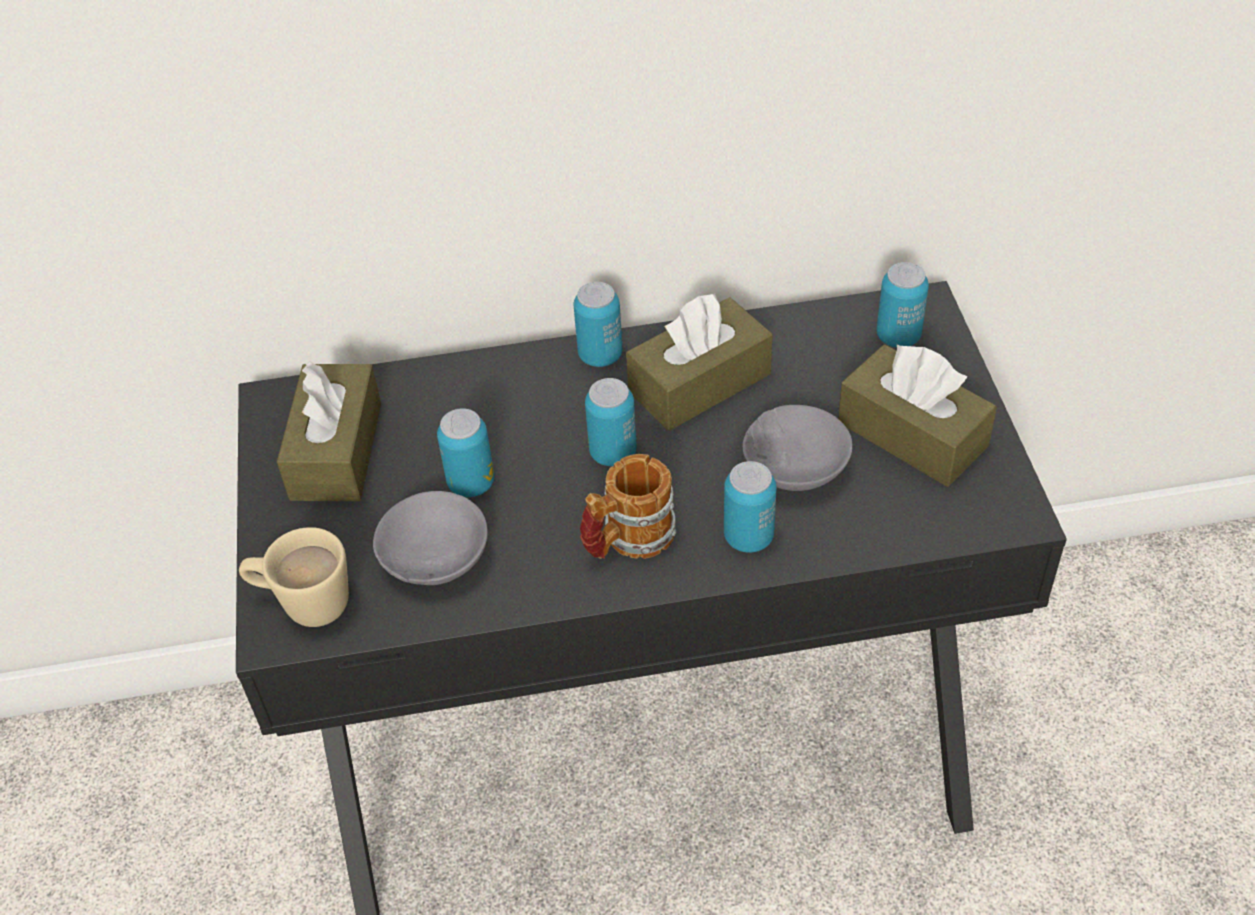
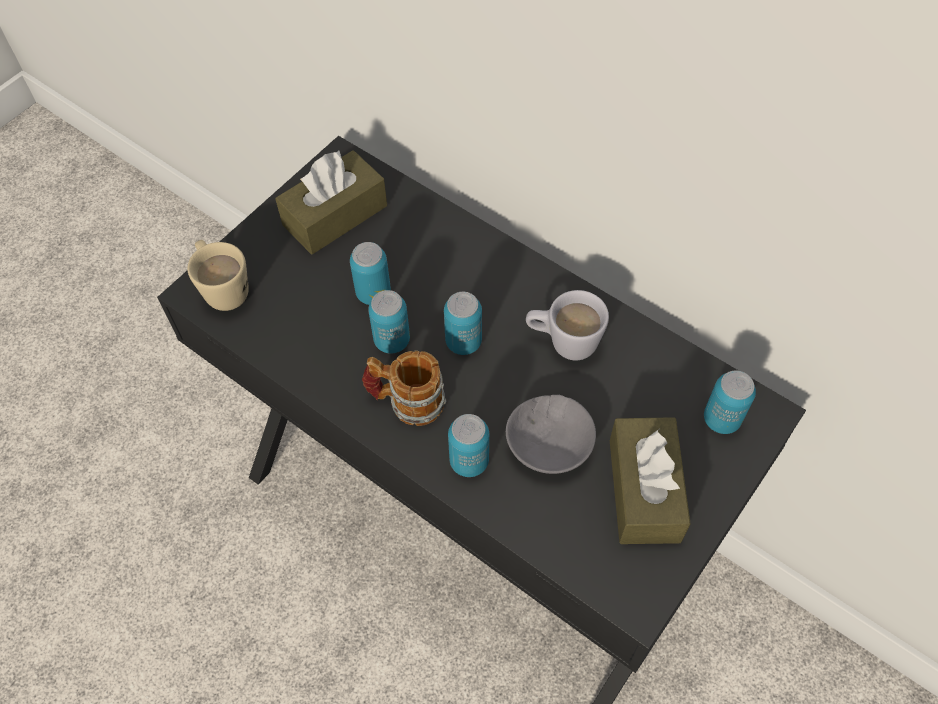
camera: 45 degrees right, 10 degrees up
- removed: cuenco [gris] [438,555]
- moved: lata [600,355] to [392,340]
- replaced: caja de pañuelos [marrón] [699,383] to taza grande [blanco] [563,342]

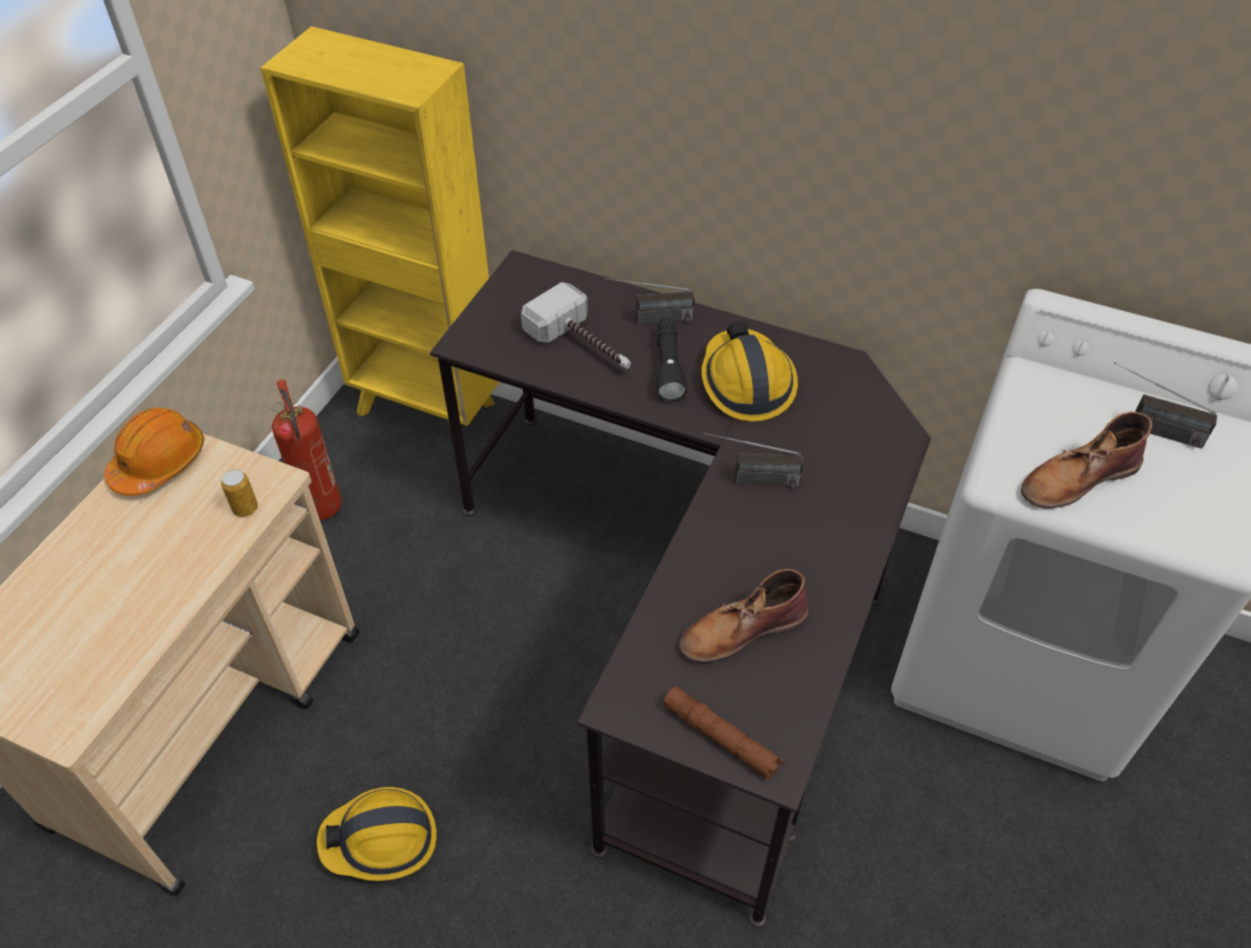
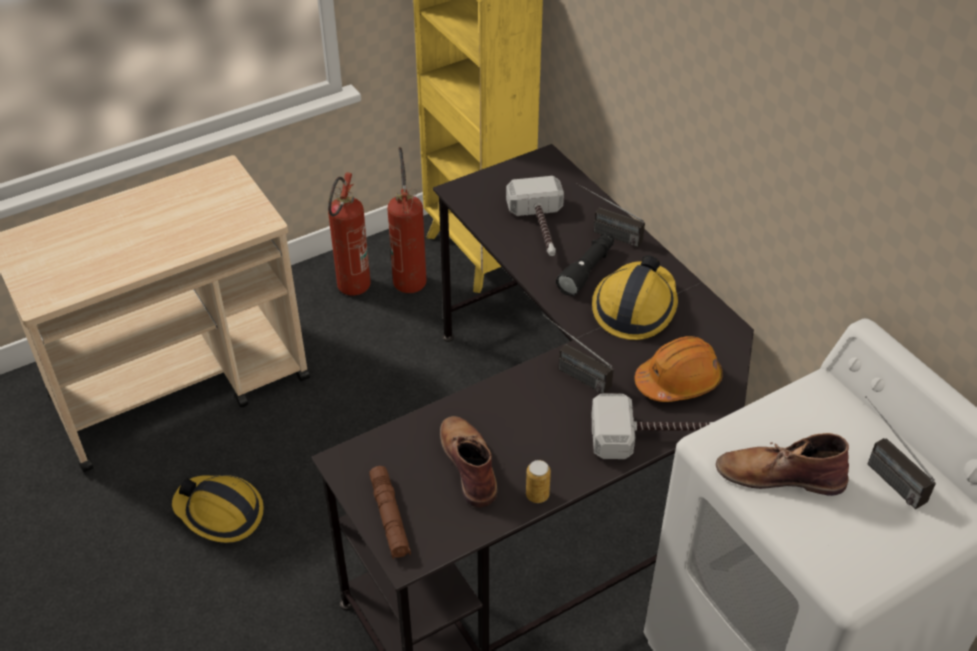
camera: 35 degrees right, 5 degrees down
- moved: casco [naranja] [159,463] to [678,381]
- moved: lata [245,508] to [537,495]
- turned: bota [marrón] [741,630] = [468,462] 60 degrees clockwise
- added: extintor [409,277]
- added: martillo [655,436]

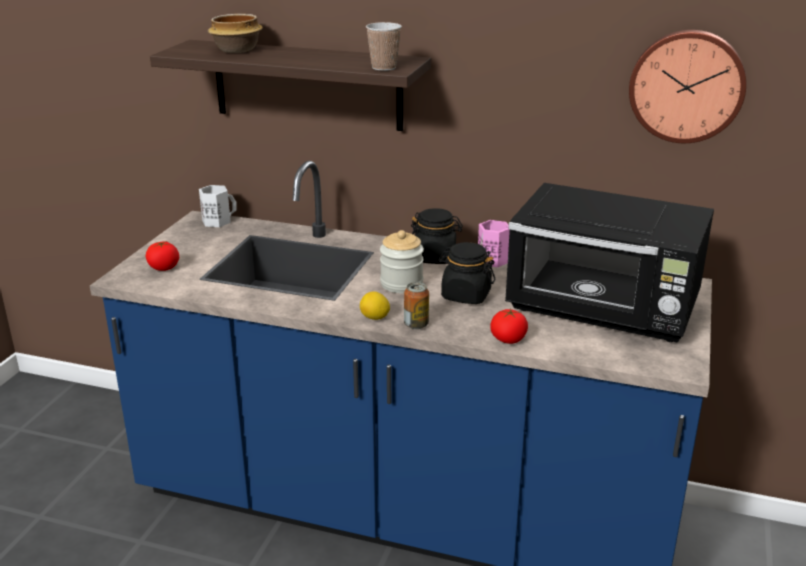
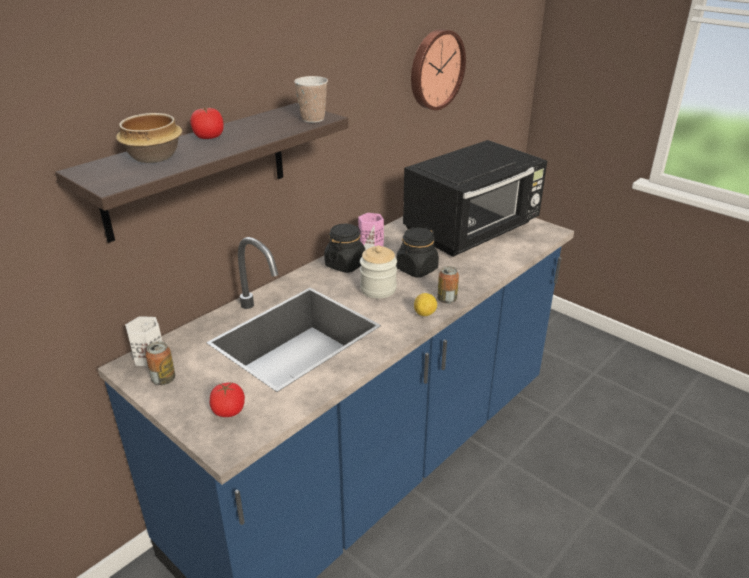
camera: 65 degrees left, 5 degrees up
- moved: tomate [508,339] to [209,137]
- added: lata [164,379]

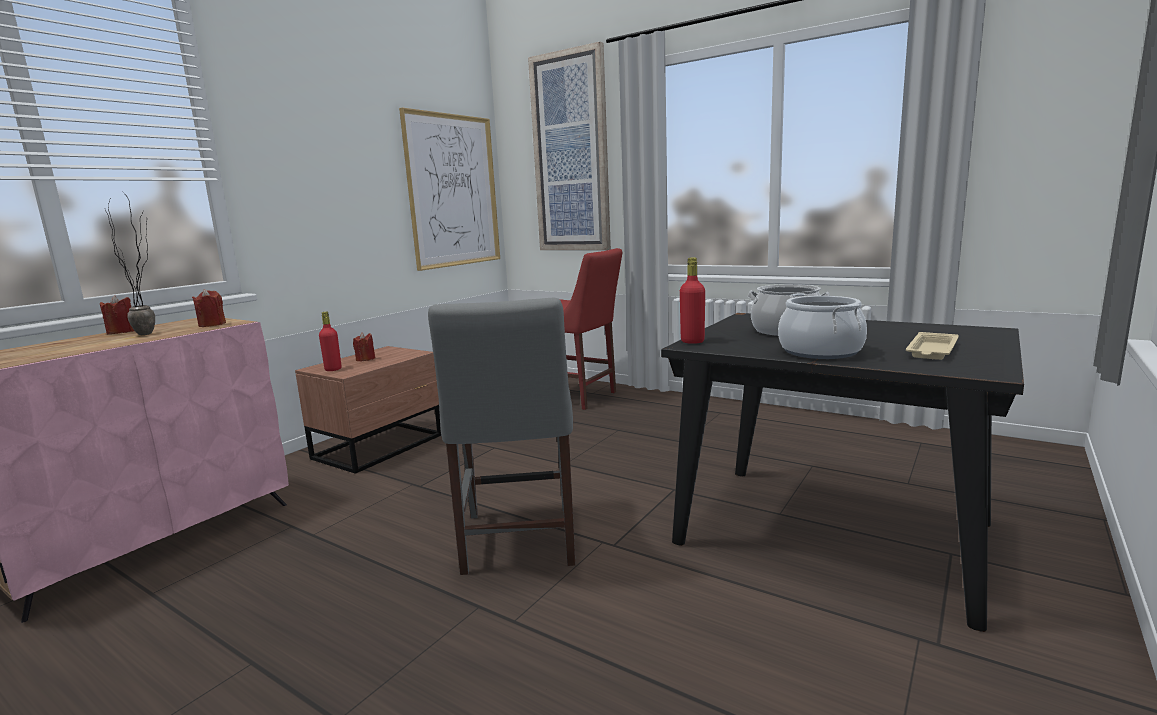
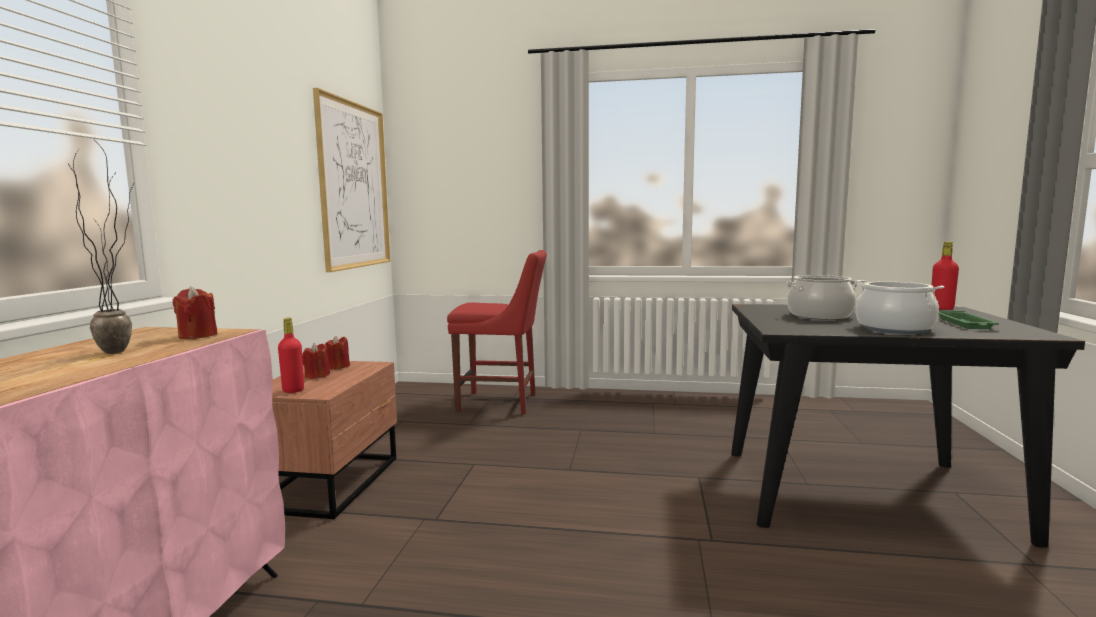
camera: 25 degrees left, 5 degrees down
- moved: vela [rojo] [122,332] to [338,367]
- removed: silla [gris] [517,542]
- removed: cuadro [571,153]
- moved: botella [rojo] [692,341] to [941,308]
- recoloured: bandeja [beis] [931,351] to bandeja [verde] [964,324]

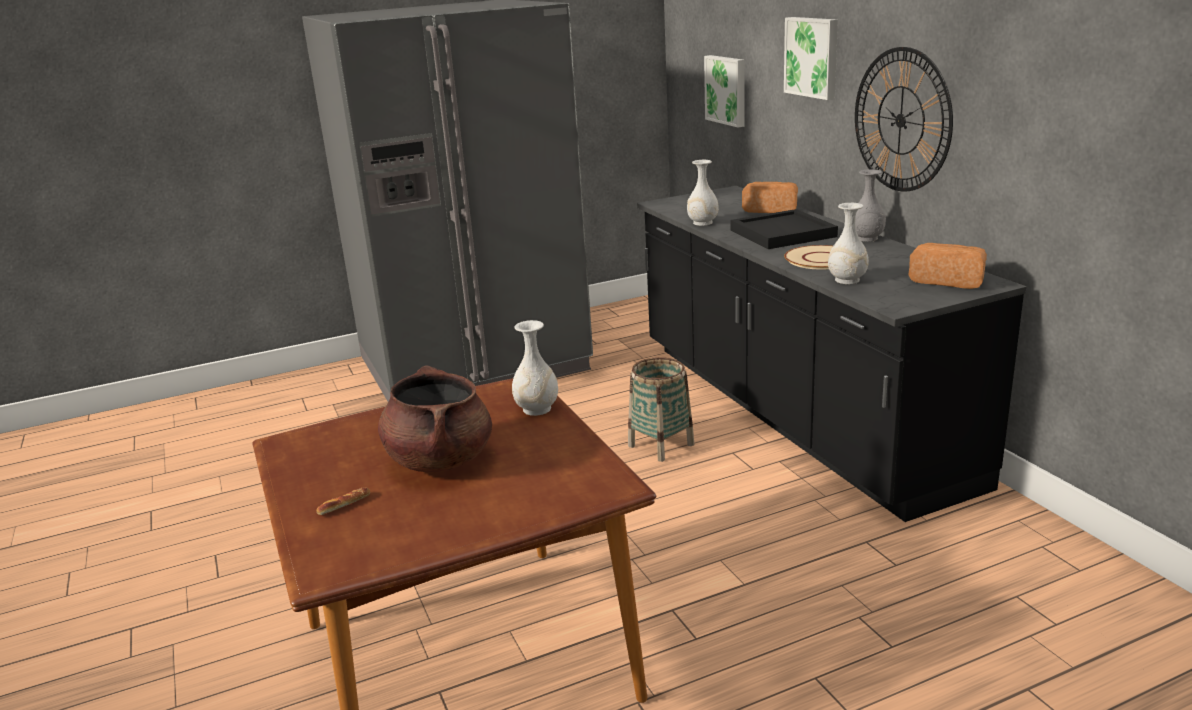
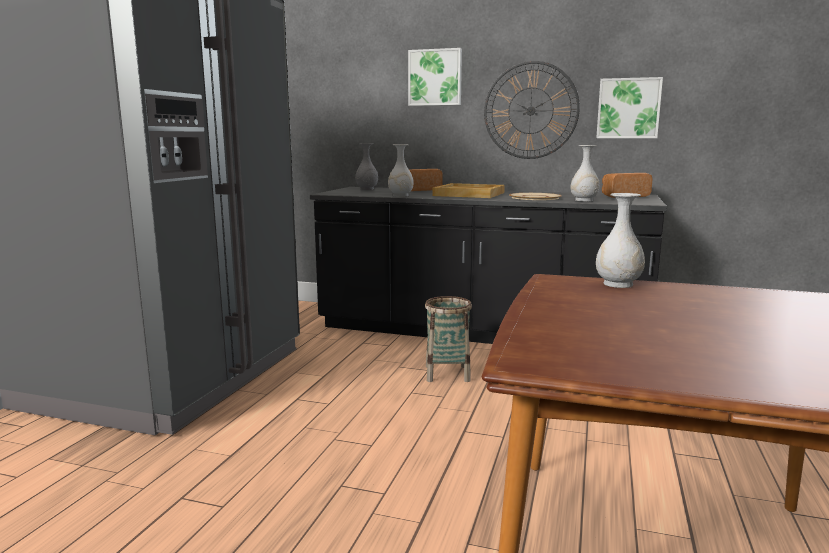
camera: 50 degrees left, 10 degrees down
- removed: pan [344,505]
- removed: olla [marrón] [440,460]
- moved: cuadro [727,90] to [628,108]
- recoloured: bandeja [negro] [783,233] to bandeja [beis] [470,194]
- moved: florero [gris] [866,238] to [367,189]

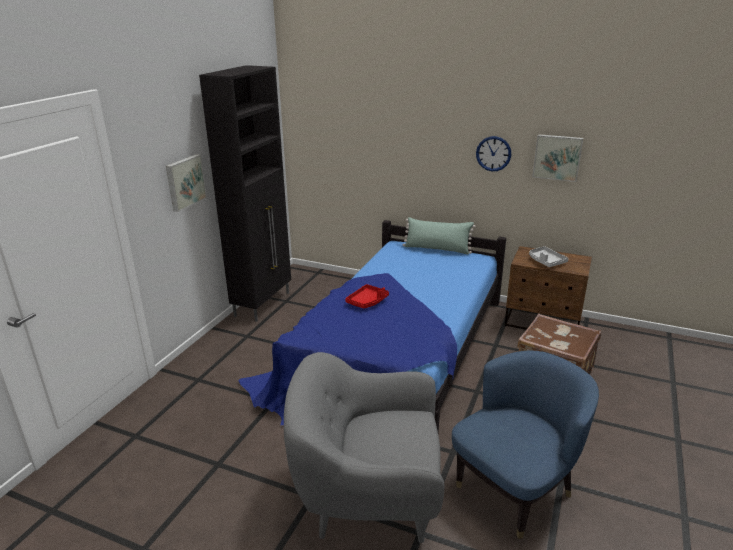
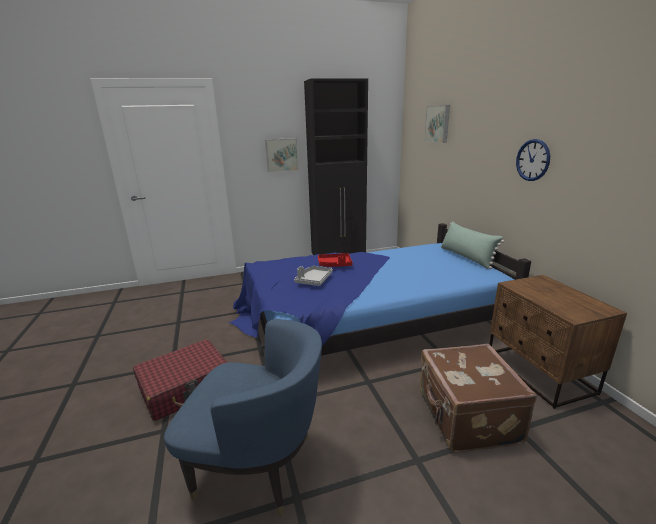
camera: 50 degrees right, 5 degrees down
- replaced: sillón [gris] [368,498] to maleta [rojo] [186,387]
- moved: bandeja [gris] [546,261] to [314,280]
- moved: cuadro [557,157] to [438,124]

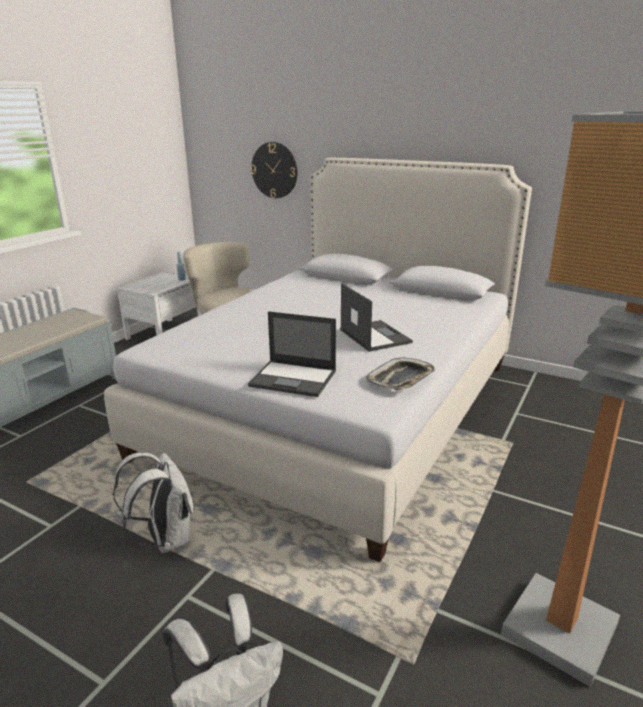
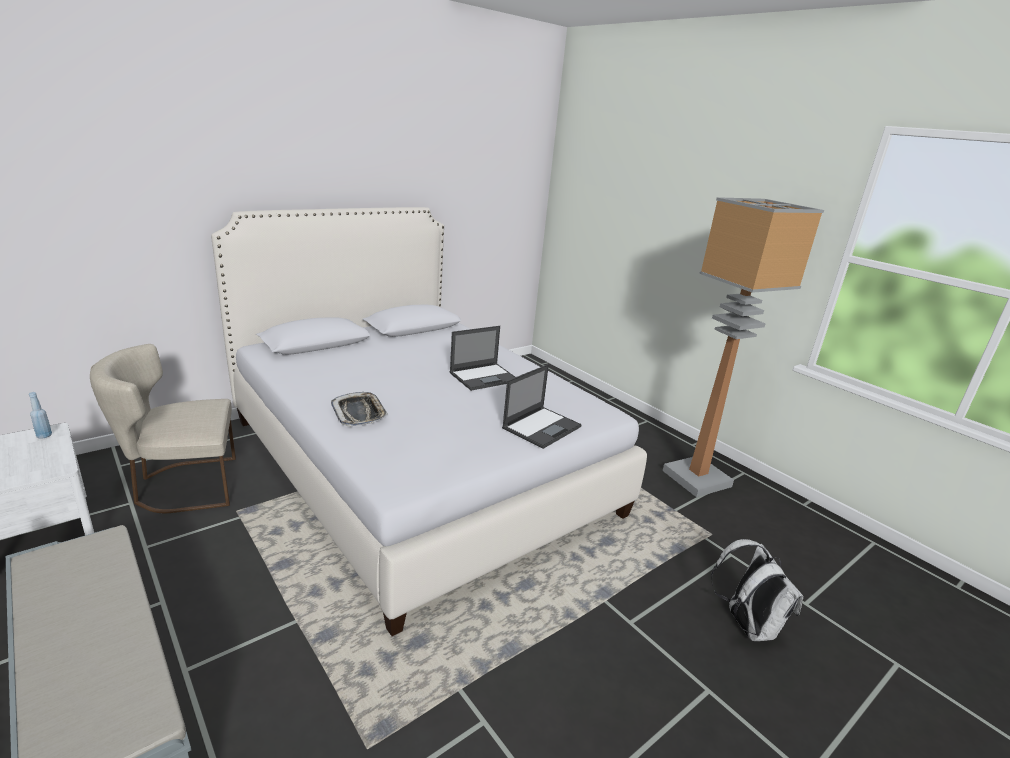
camera: 70 degrees left, 0 degrees up
- removed: mochila [blanco] [165,538]
- removed: reloj de pared [274,170]
- turned: portátil [374,336] = [484,377] 150 degrees clockwise
- moved: bandeja [401,379] to [359,413]

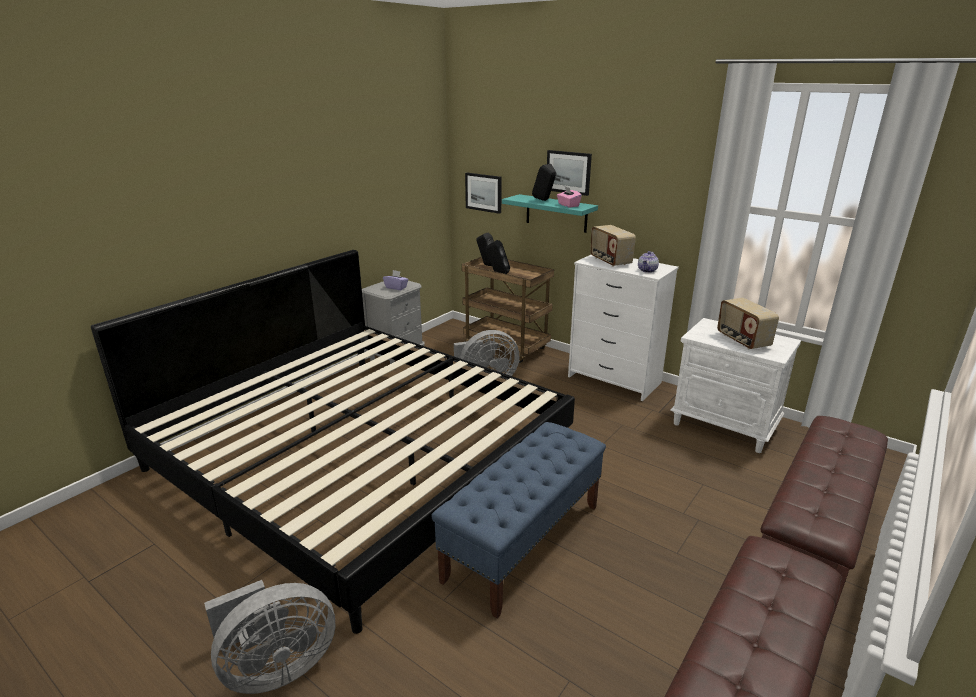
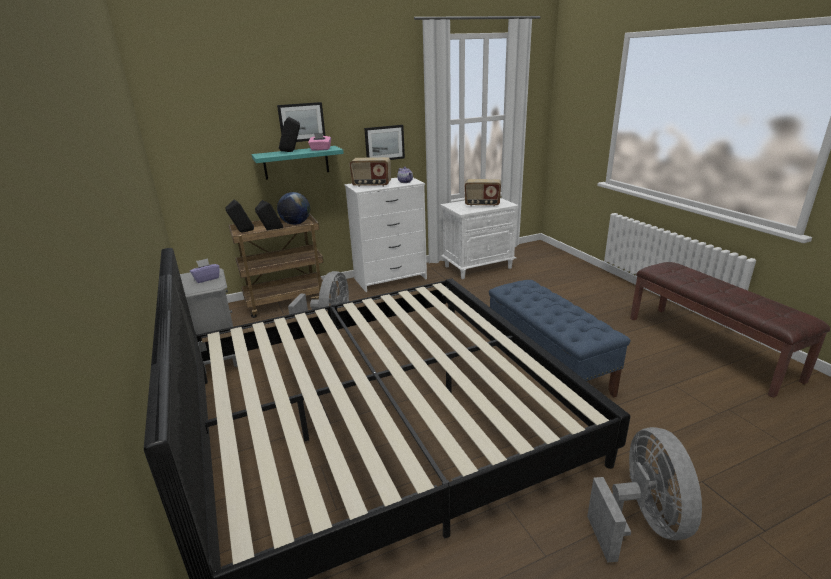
camera: 60 degrees left, 0 degrees up
- moved: cuadro [484,192] to [384,143]
- removed: banco [marrón] [814,542]
- added: globo terráqueo [295,224]

